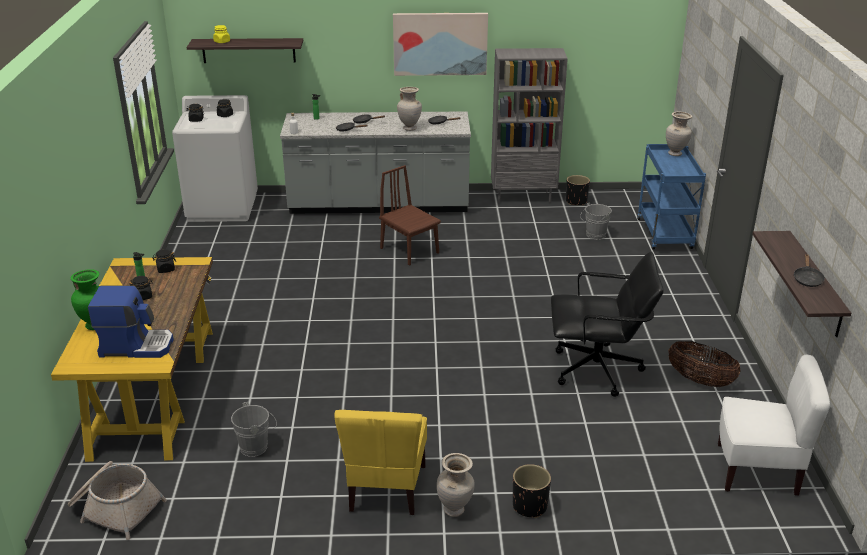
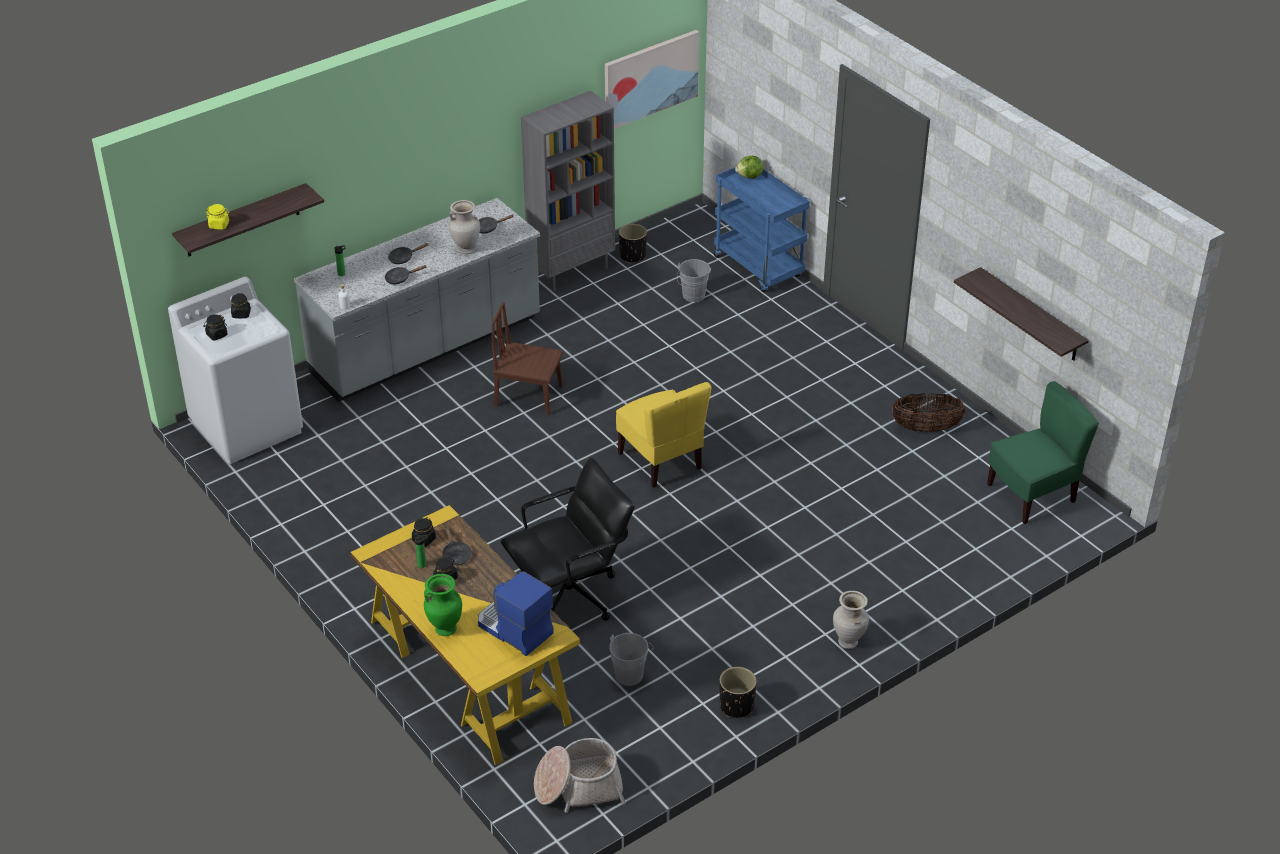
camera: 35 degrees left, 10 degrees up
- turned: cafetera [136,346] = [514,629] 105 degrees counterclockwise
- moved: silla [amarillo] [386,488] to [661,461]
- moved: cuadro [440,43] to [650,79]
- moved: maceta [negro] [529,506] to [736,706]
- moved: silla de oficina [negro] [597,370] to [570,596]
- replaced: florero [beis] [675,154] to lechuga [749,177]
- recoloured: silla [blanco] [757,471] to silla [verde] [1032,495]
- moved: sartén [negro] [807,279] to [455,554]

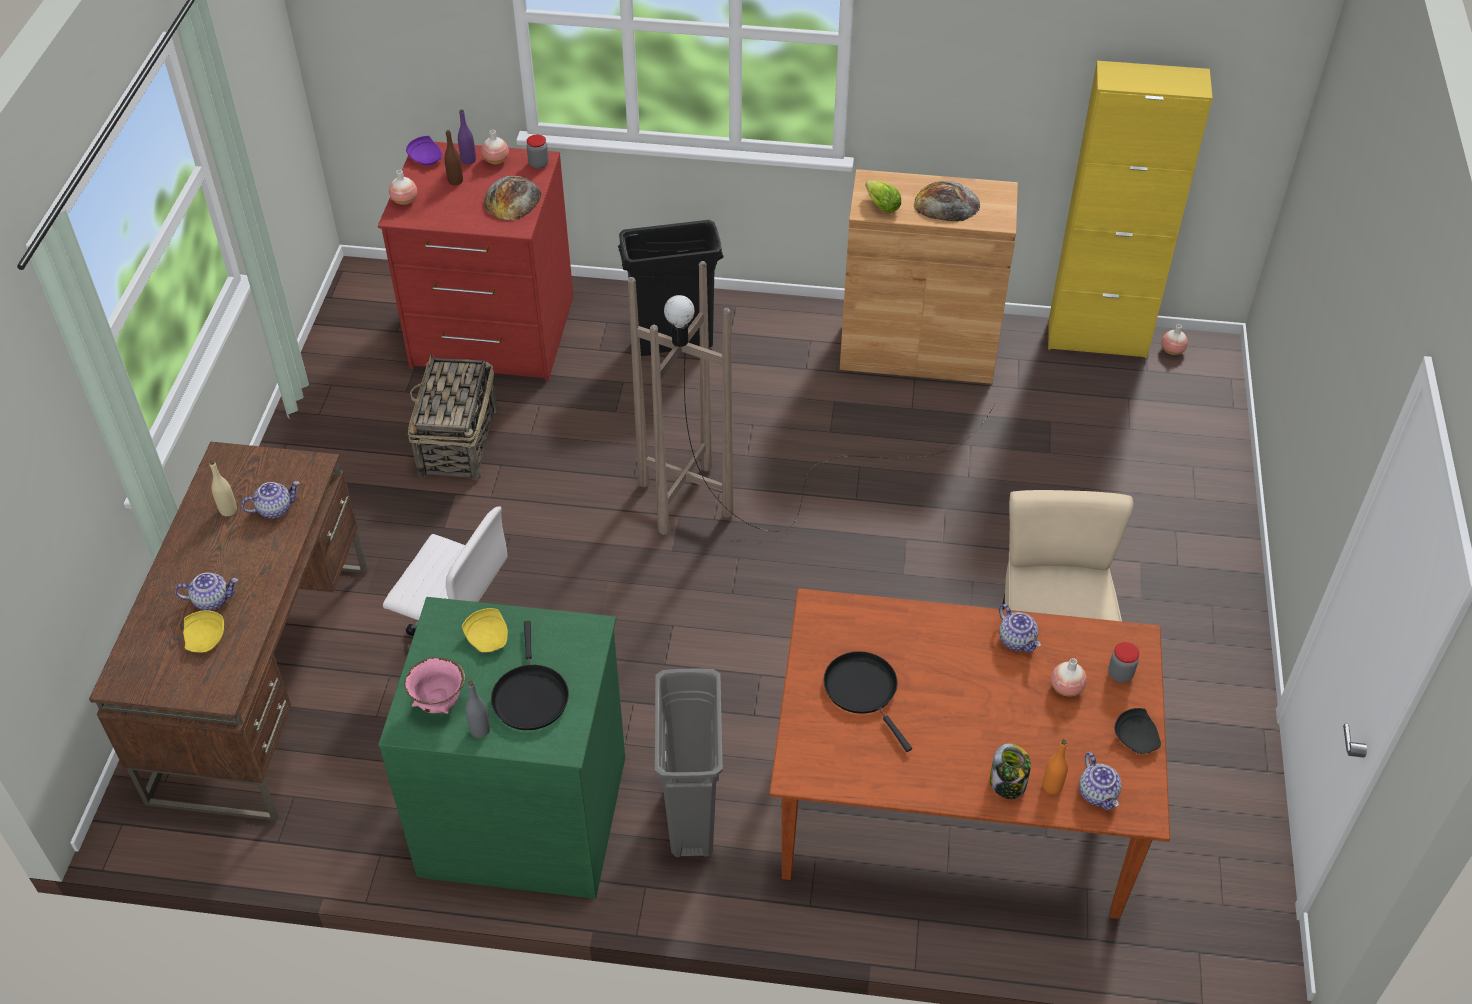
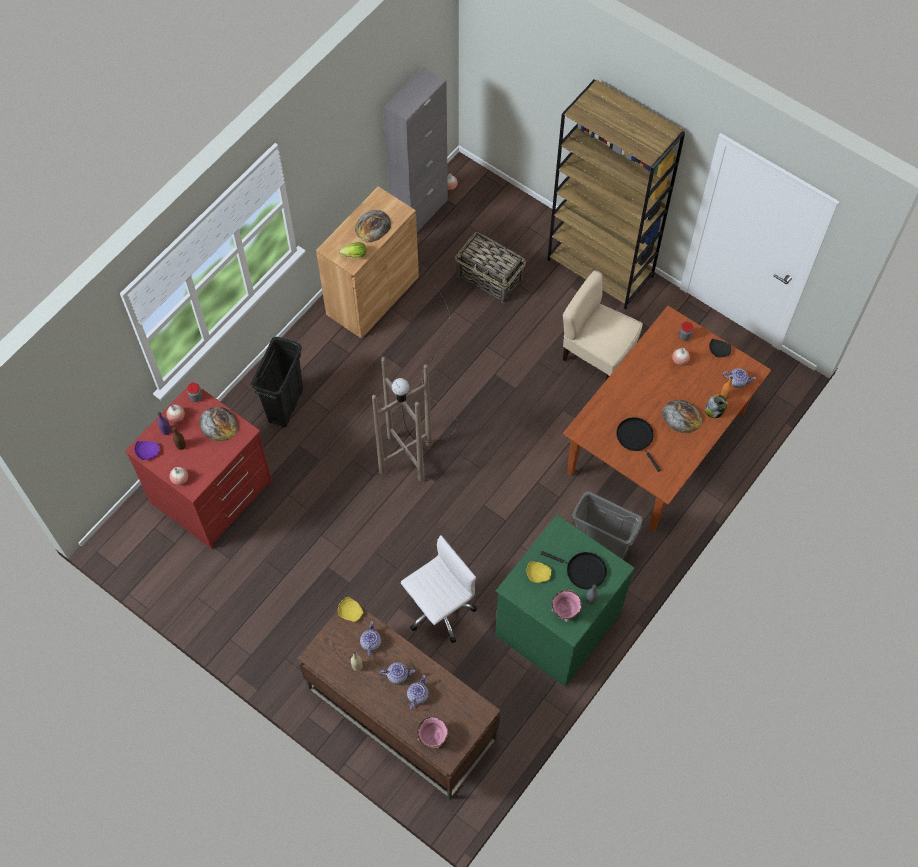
camera: 60 degrees left, 15 degrees up
- moved: plato [amarillo] [205,638] to [350,611]
- moved: cesta [457,443] to [490,278]
- turned: sartén [negro] [863,690] = [636,438] 60 degrees clockwise
- moved: tetera [1017,640] to [398,675]
- recoloured: armario [amarillo] [1097,339] to armario [gris] [420,212]
- added: cuenco [rosa] [432,737]
- added: estantería [marrón] [601,268]
- added: pan [682,416]

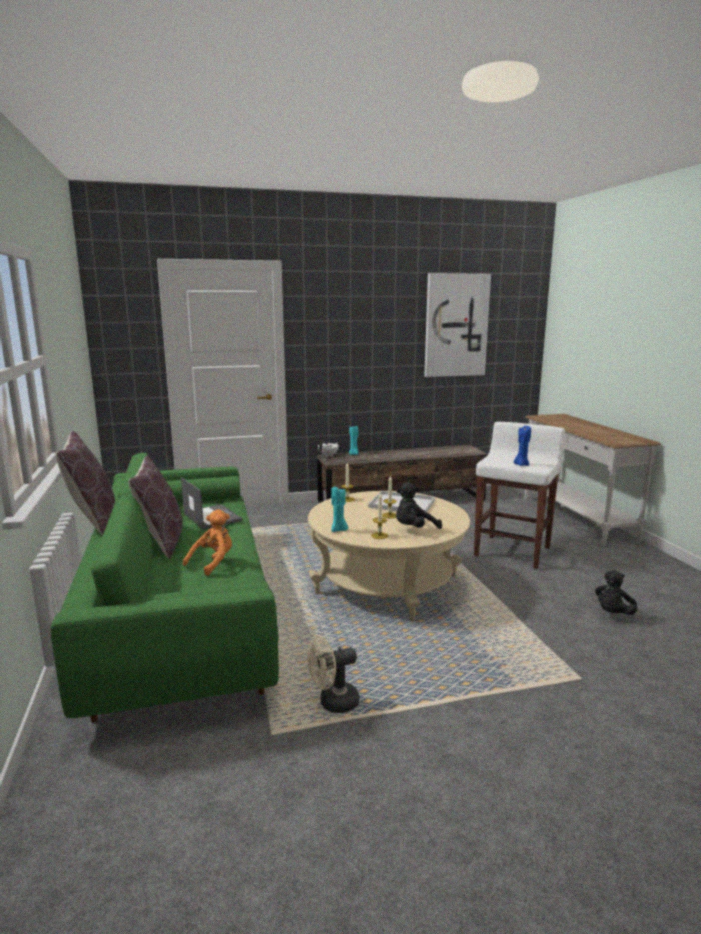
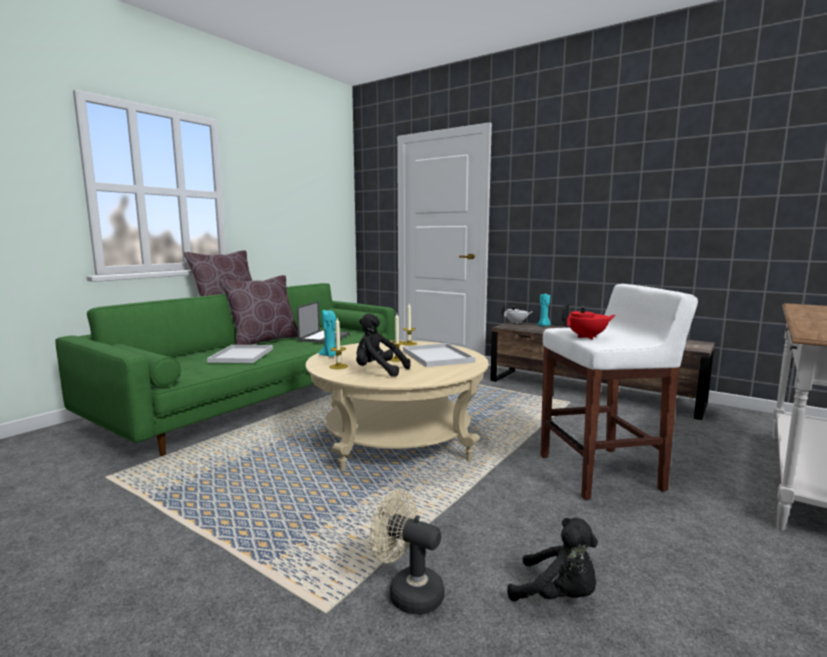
camera: 50 degrees right, 5 degrees down
- replaced: peluche [naranja] [213,562] to bandeja [blanco] [242,355]
- moved: ventilador [beis] [333,703] to [408,592]
- removed: cuadro [456,325]
- replaced: vela [azul] [521,464] to tetera [rojo] [587,337]
- turned: peluche [negro] [613,614] = [557,596] 150 degrees counterclockwise

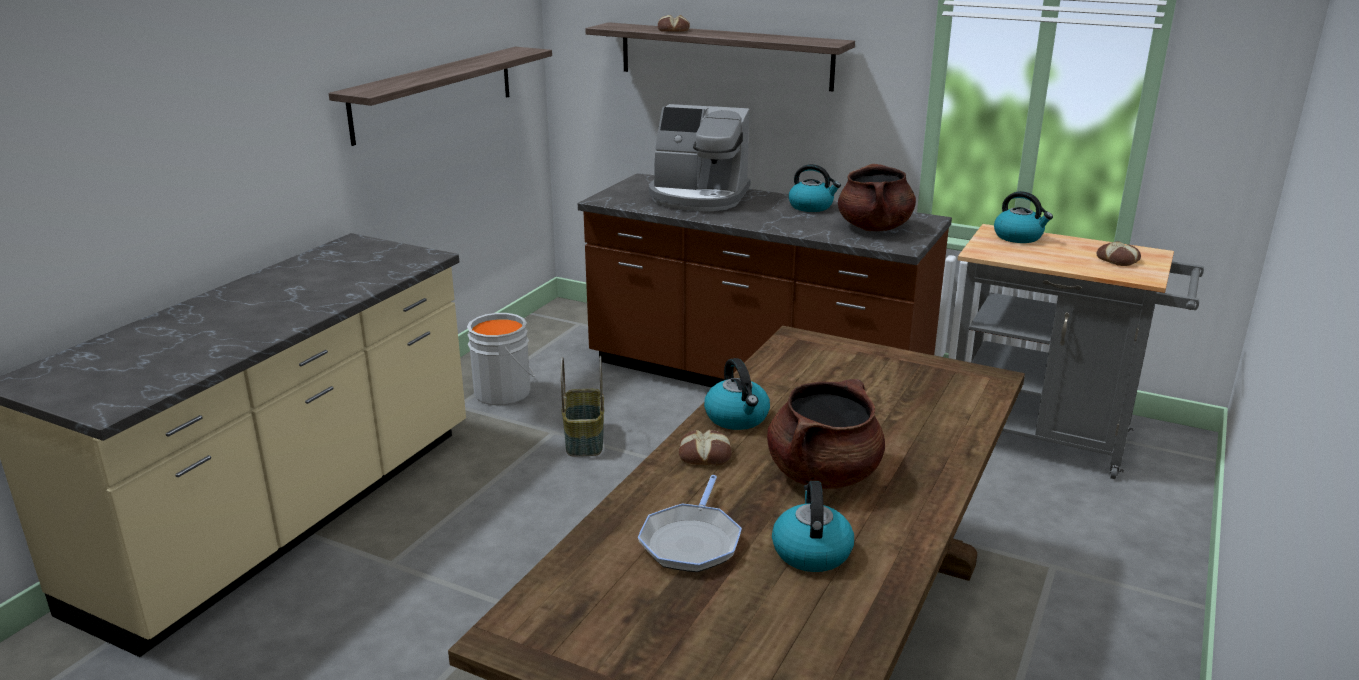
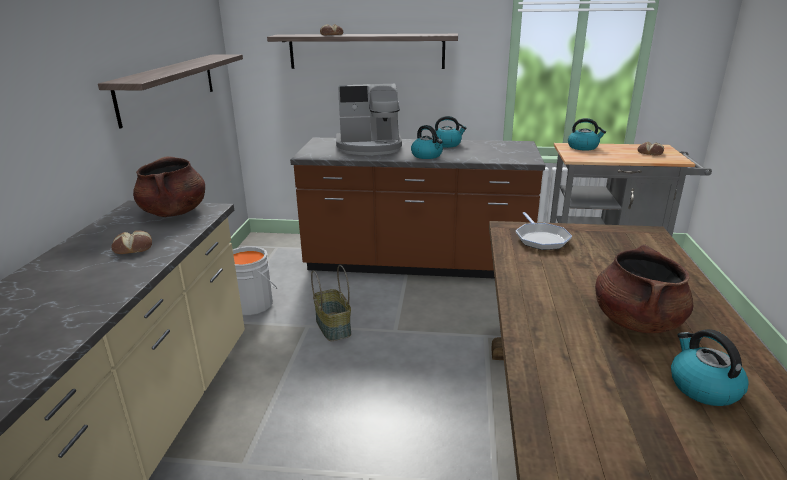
camera: 20 degrees left, 0 degrees up
- moved: sartén [691,541] to [541,239]
- moved: pan [705,454] to [133,247]
- moved: hervidor [737,418] to [427,155]
- moved: olla [marrón] [874,227] to [174,212]

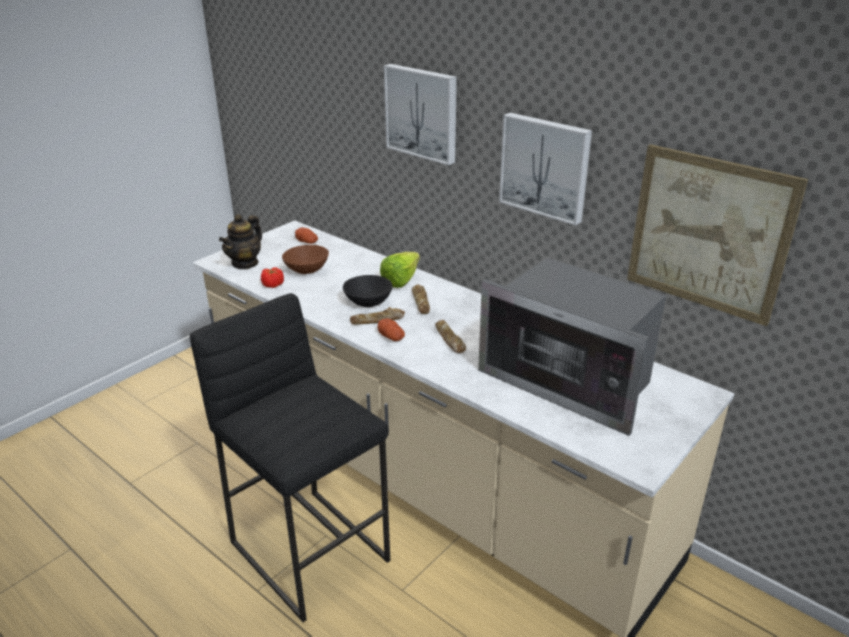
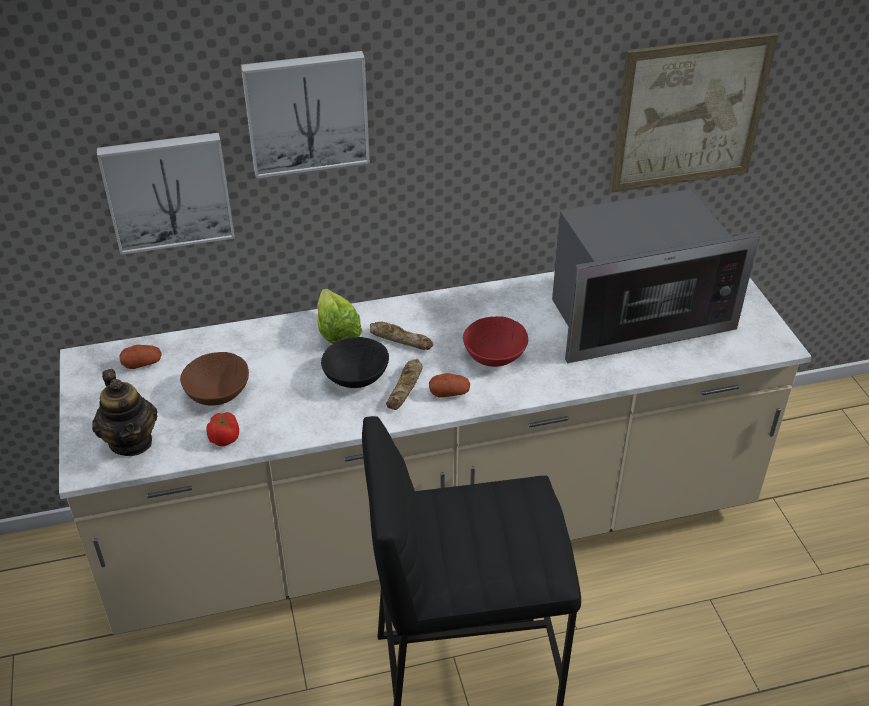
camera: 55 degrees left, 10 degrees up
- replaced: pan [449,340] to cuenco [rojo] [495,355]
- moved: cuadro [545,167] to [168,191]

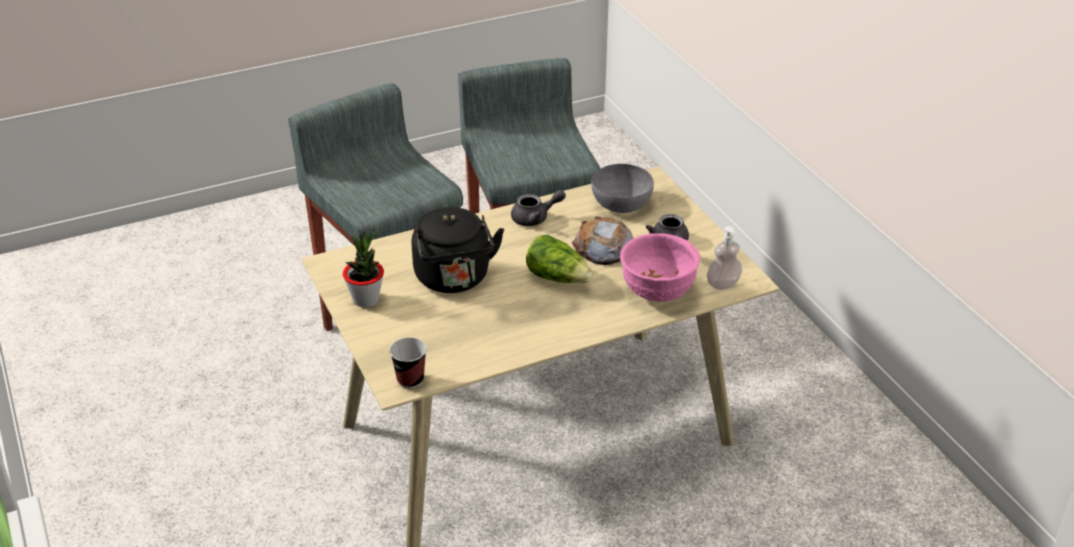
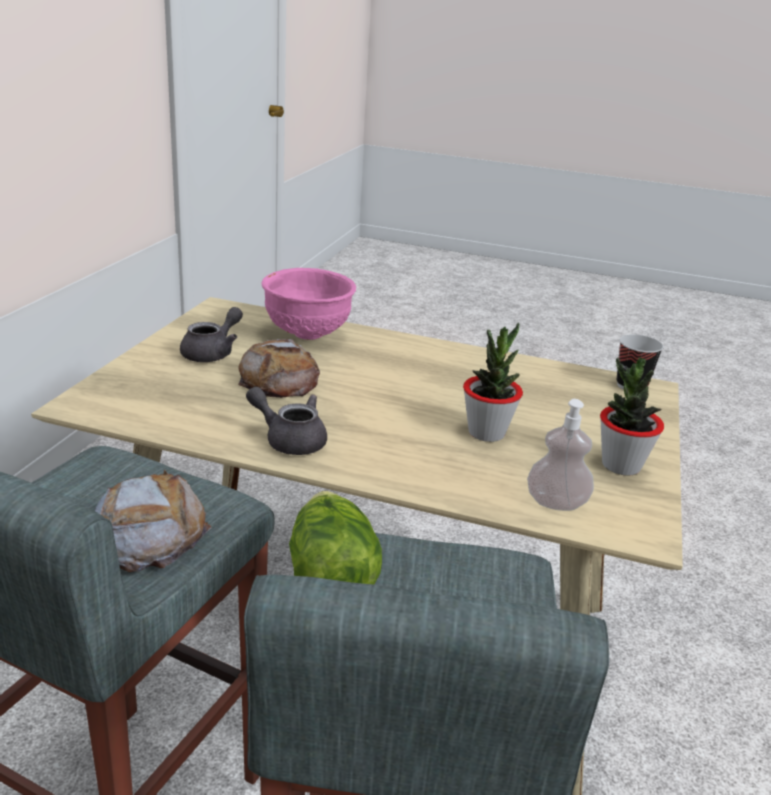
camera: 140 degrees left, 10 degrees down
- replaced: hervidor [negro] [454,279] to planta en maceta [486,432]
- moved: lechuga [558,278] to [329,574]
- removed: cuenco [gris] [620,203]
- moved: dispensador de jabón [723,284] to [556,503]
- added: pan [148,533]

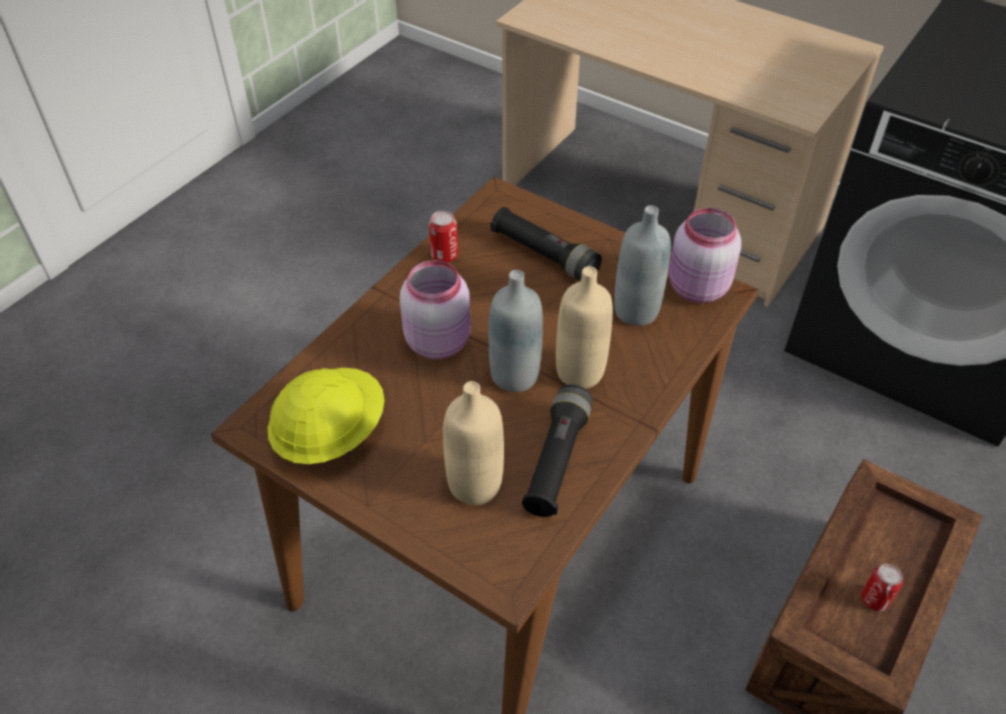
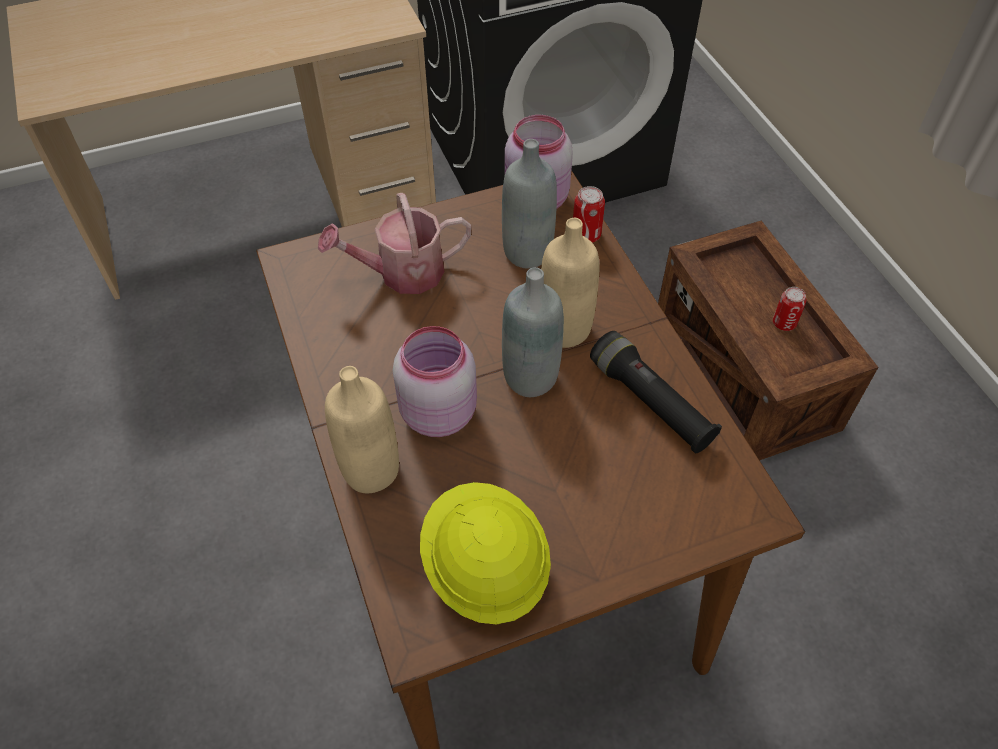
camera: 55 degrees left, 5 degrees up
- moved: lata [444,256] to [586,235]
- moved: botella [beis] [475,484] to [371,470]
- replaced: linterna [negro] [544,255] to regadera [402,273]

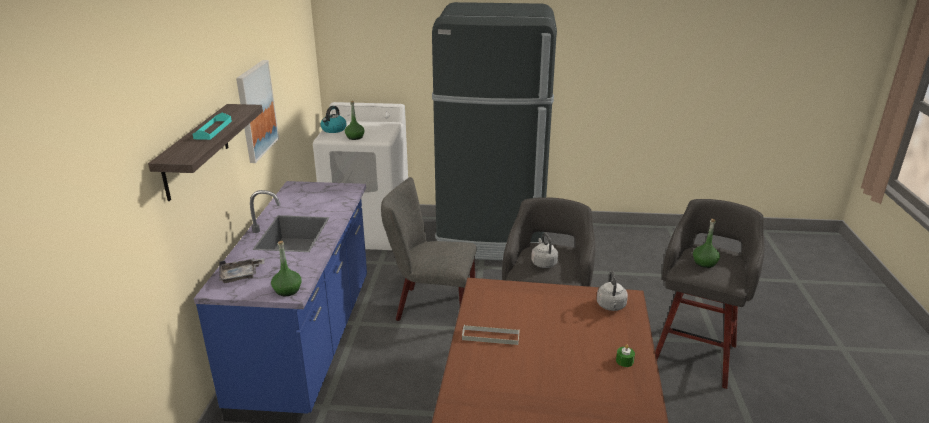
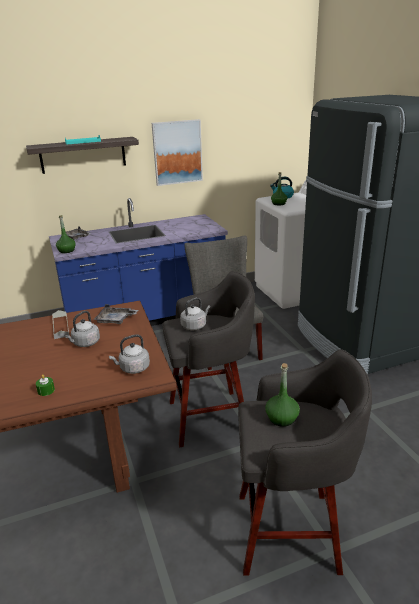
camera: 65 degrees right, 0 degrees up
- added: hervidor [gris] [85,343]
- added: bandeja [gris] [115,320]

